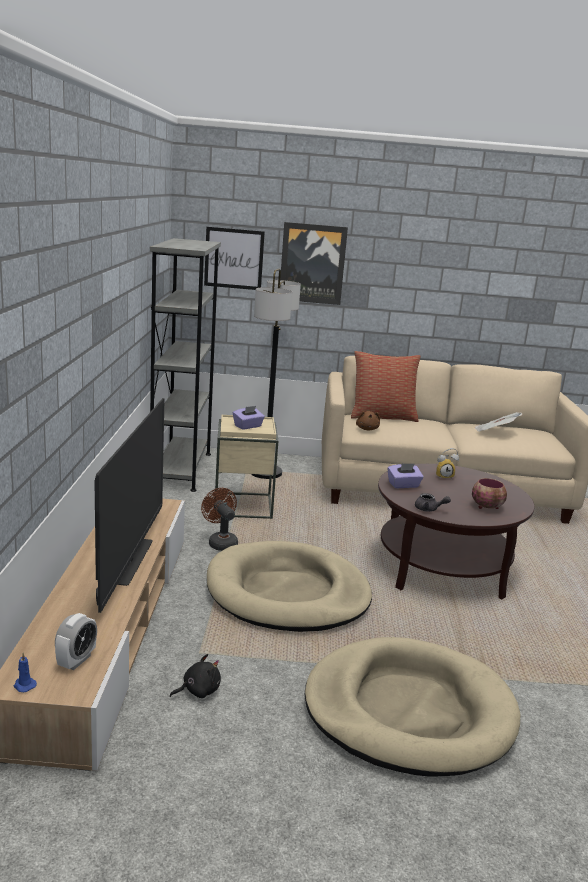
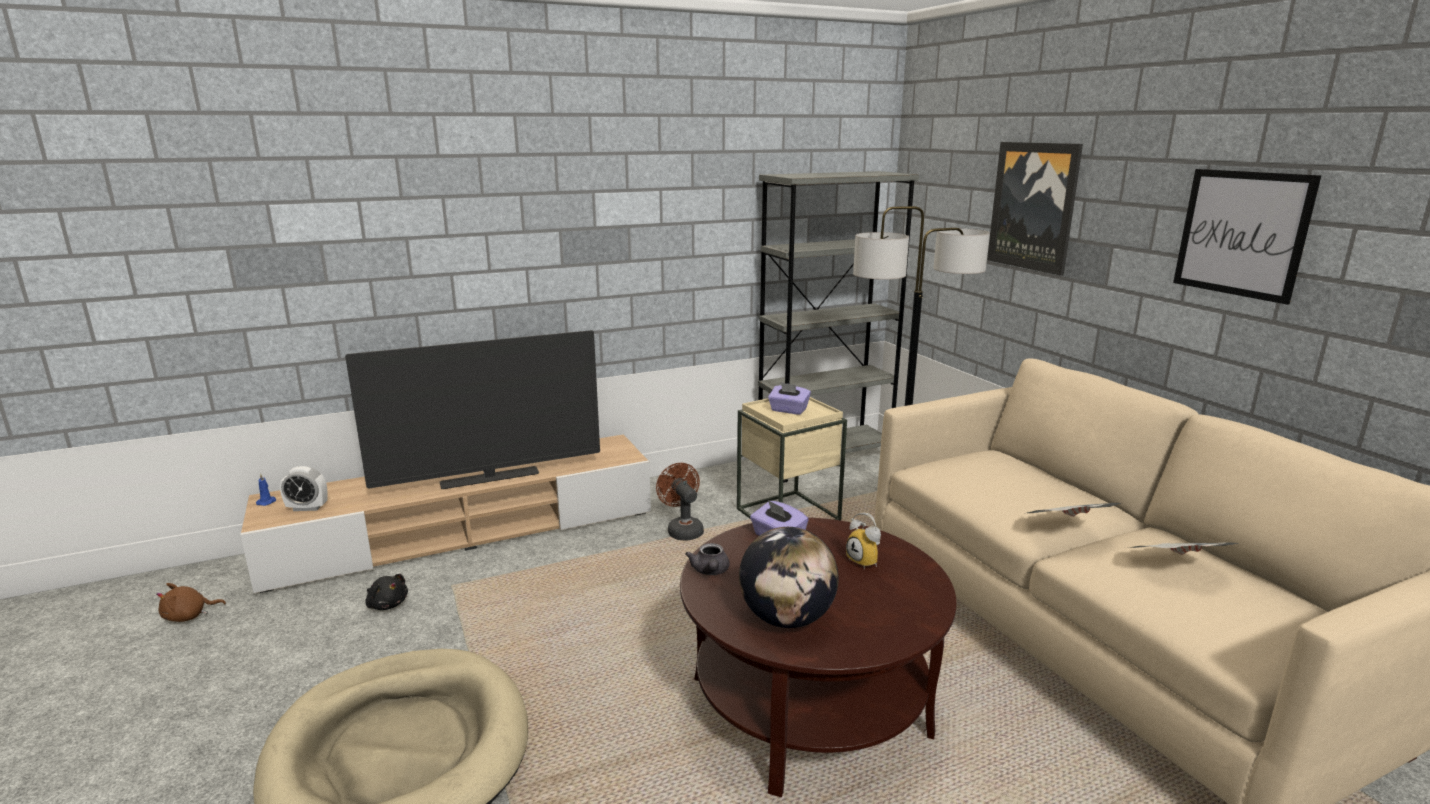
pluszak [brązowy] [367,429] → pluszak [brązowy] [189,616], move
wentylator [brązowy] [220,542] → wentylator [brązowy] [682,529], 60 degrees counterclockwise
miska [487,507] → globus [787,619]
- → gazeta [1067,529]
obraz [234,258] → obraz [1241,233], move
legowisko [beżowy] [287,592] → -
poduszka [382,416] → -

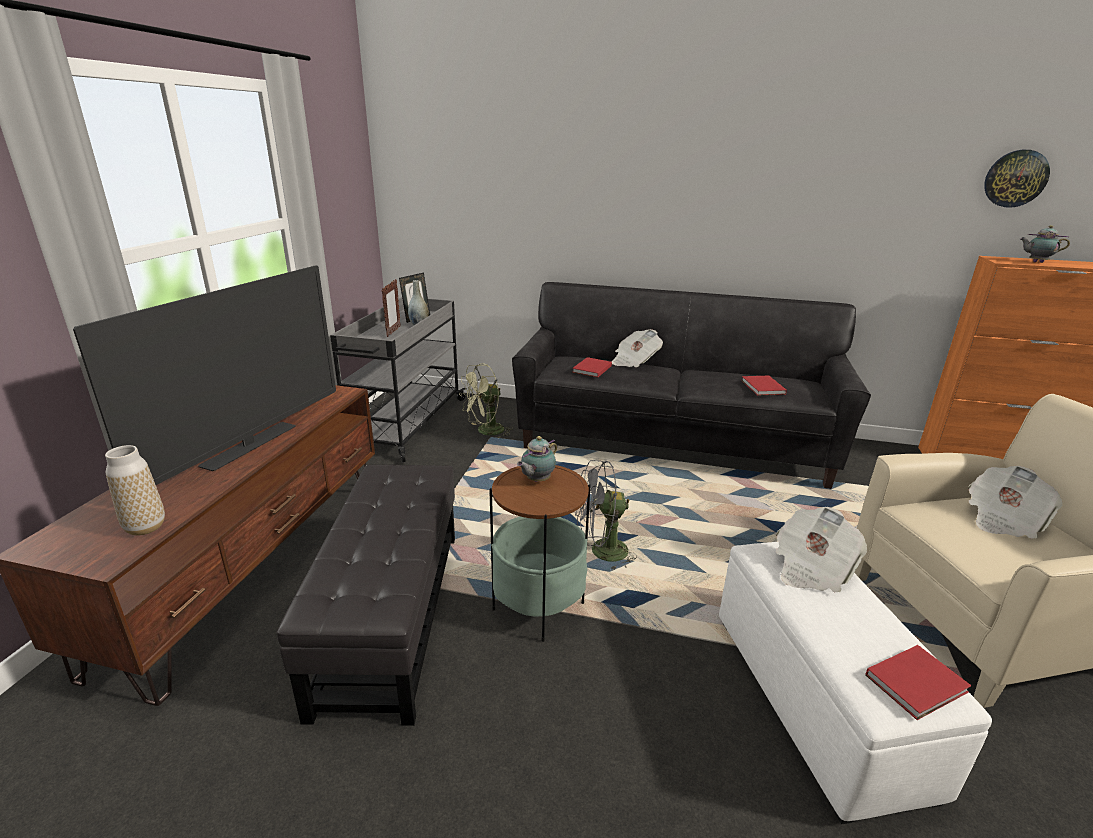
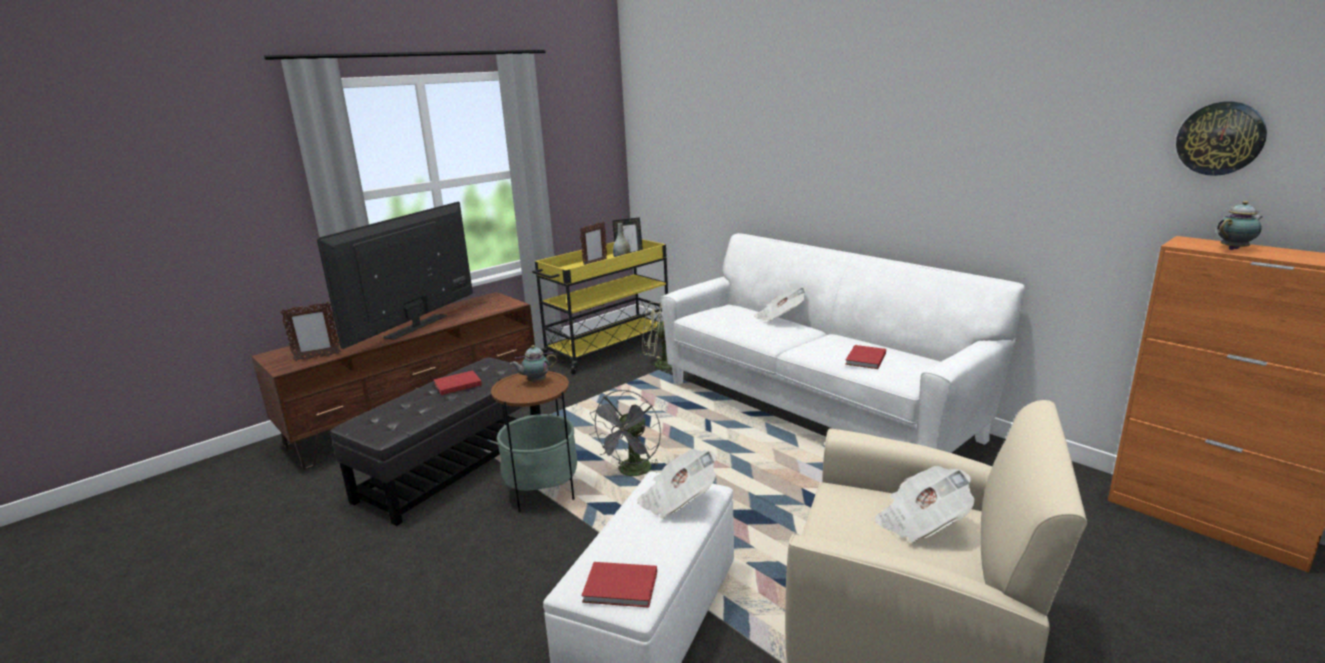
wazon [145,527] → ramka na zdjęcie [317,357]
telewizor [250,446] → telewizor [416,327], 150 degrees clockwise
książka [czerwony] [591,369] → książka [czerwony] [456,384], move
wózek [szary] [406,425] → wózek [żółty] [608,348]
wentylator [szary] [601,552] → wentylator [szary] [632,472], 90 degrees counterclockwise
kanapa [czarny] [672,443] → kanapa [biały] [815,409]
imbryk [1036,262] → imbryk [1235,249], 105 degrees clockwise

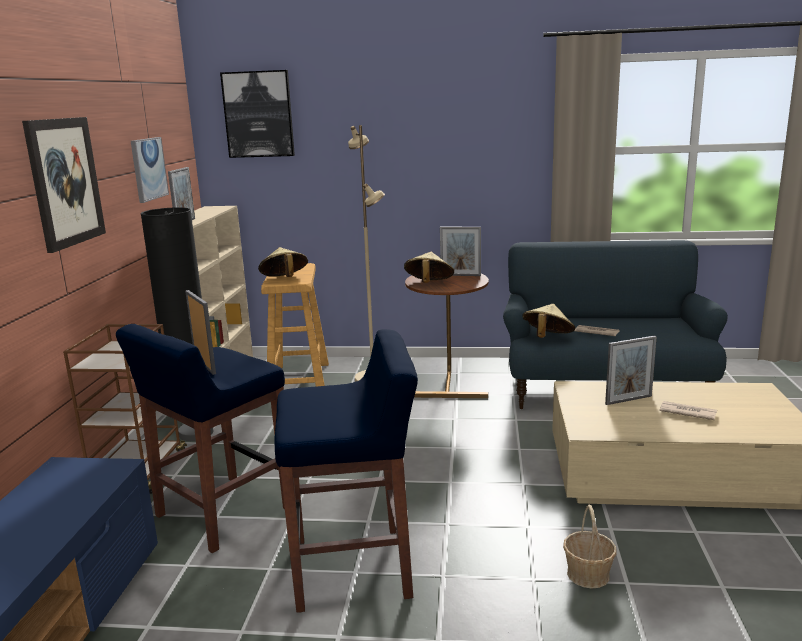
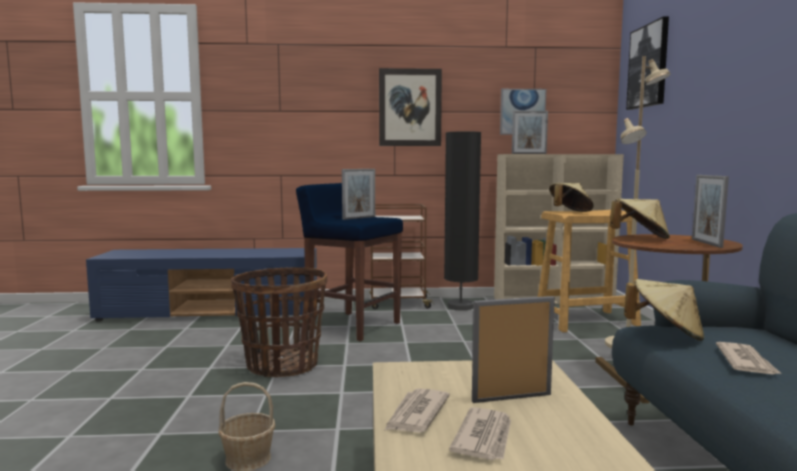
stołek [niebieski] [354,568] → koszyk [282,365]
- → gazeta [416,414]
ramka na zdjęcie [628,400] → ramka na zdjęcie [511,398], 105 degrees clockwise

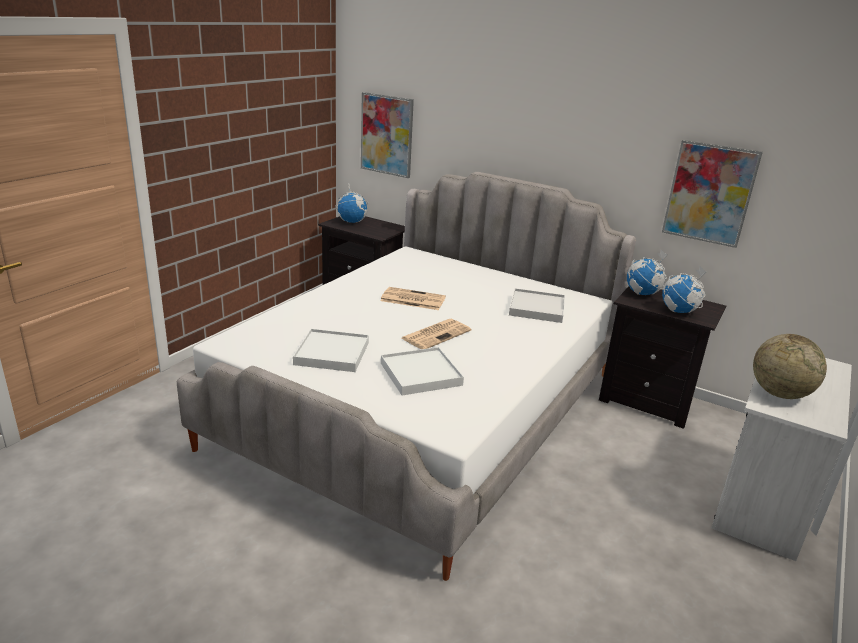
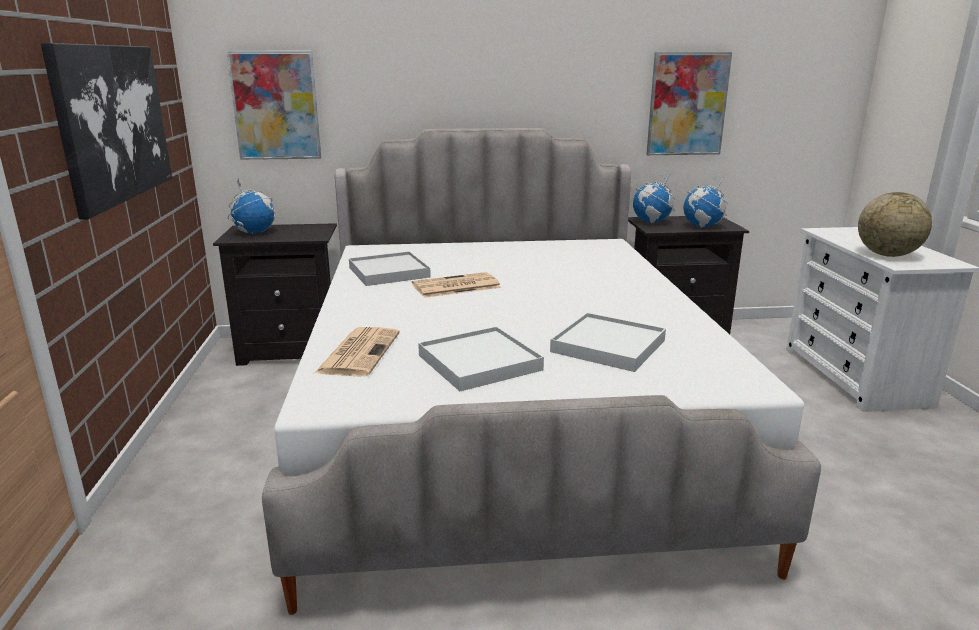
- → obraz [114,123]
gazeta [436,334] → gazeta [359,352], move
taca [biały] [536,308] → taca [biały] [388,272], move

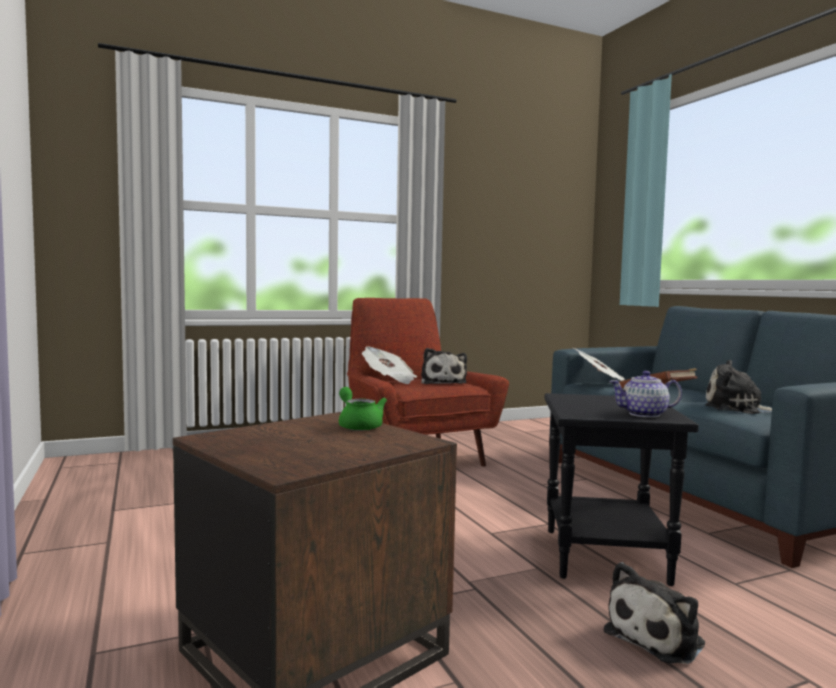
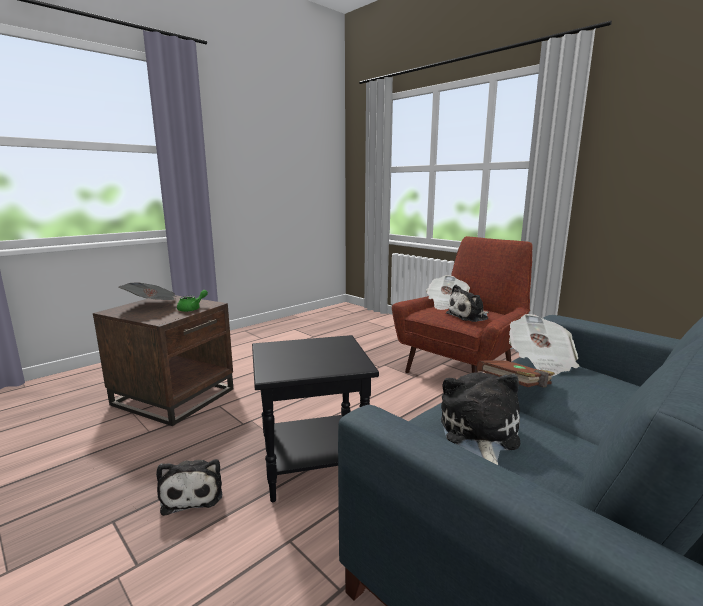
- → gazeta [153,306]
pluszak [658,637] → pluszak [192,493], 135 degrees counterclockwise
imbryk [645,414] → -

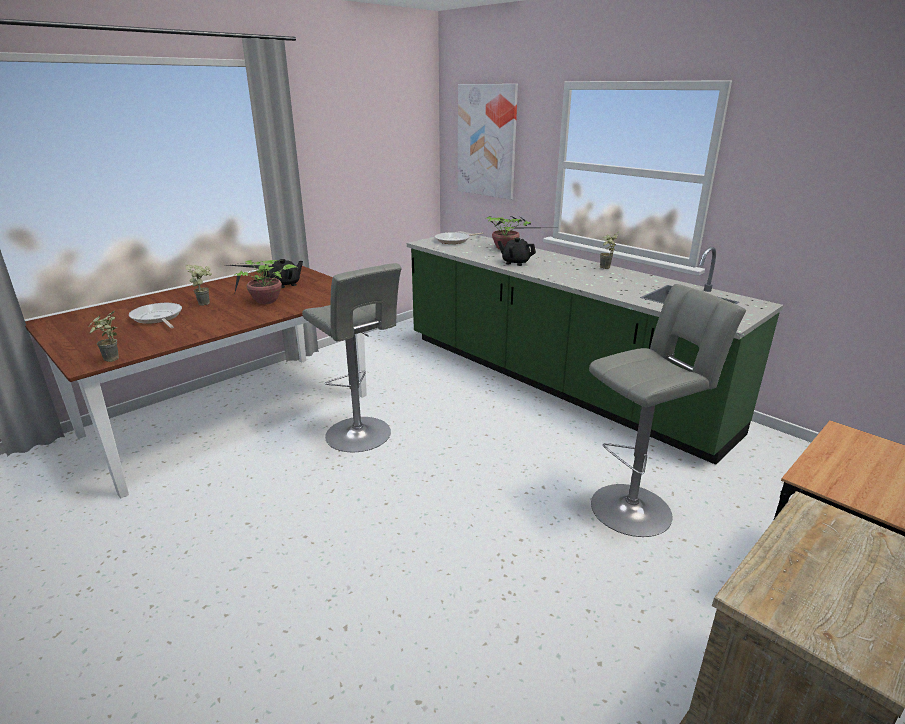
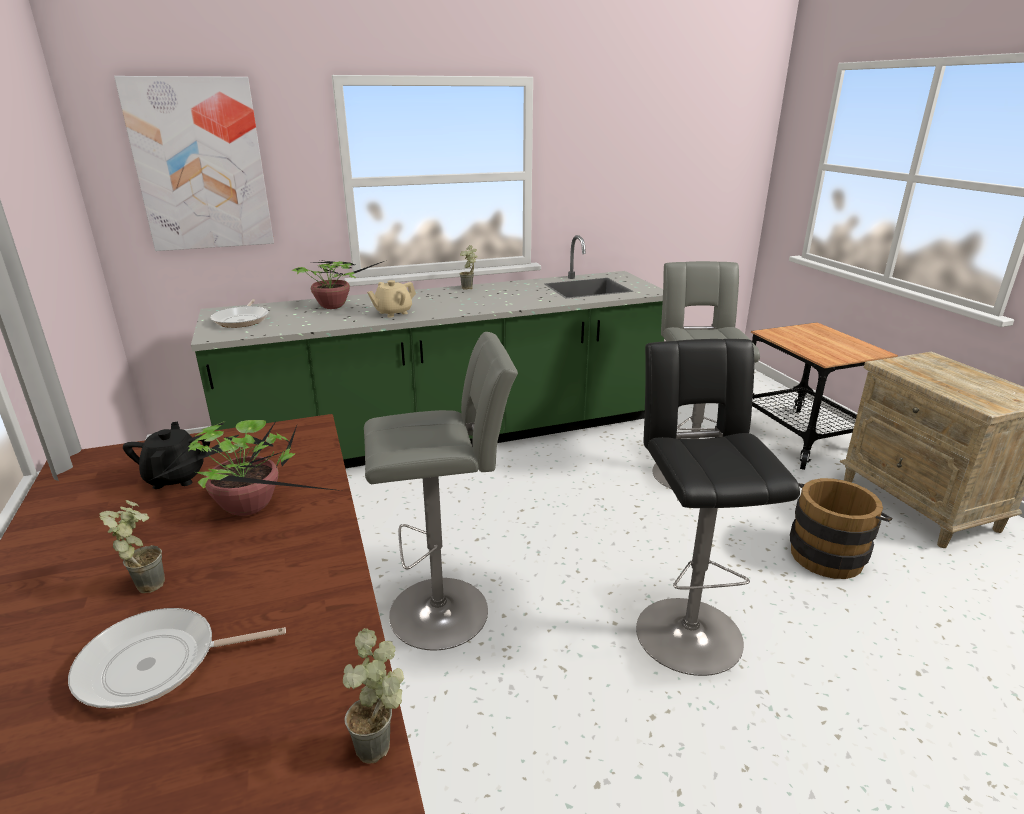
imbryk [czarny] [515,262] → imbryk [beżowy] [393,313]
- → stołek [czarny] [685,628]
- → wiadro [brązowy] [829,553]

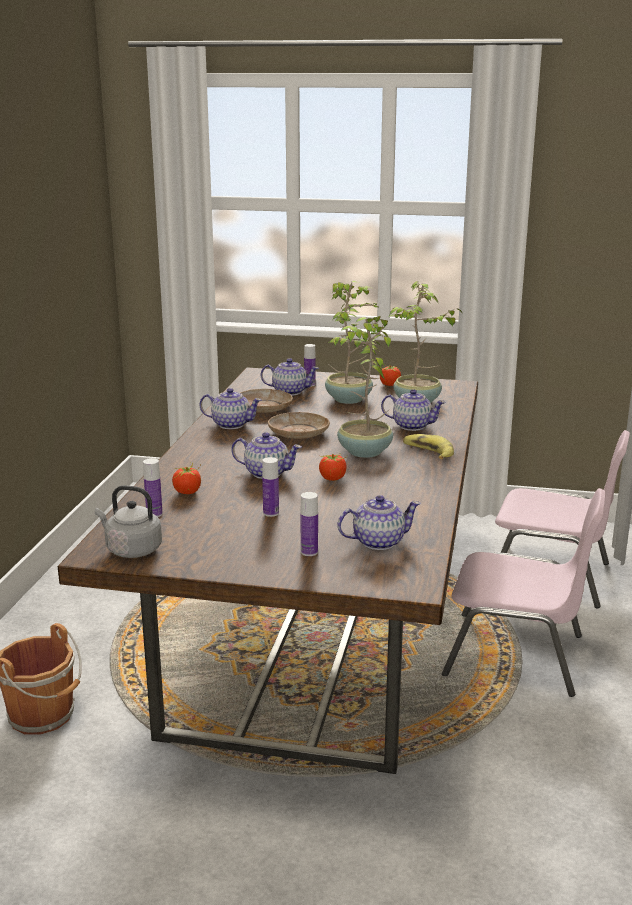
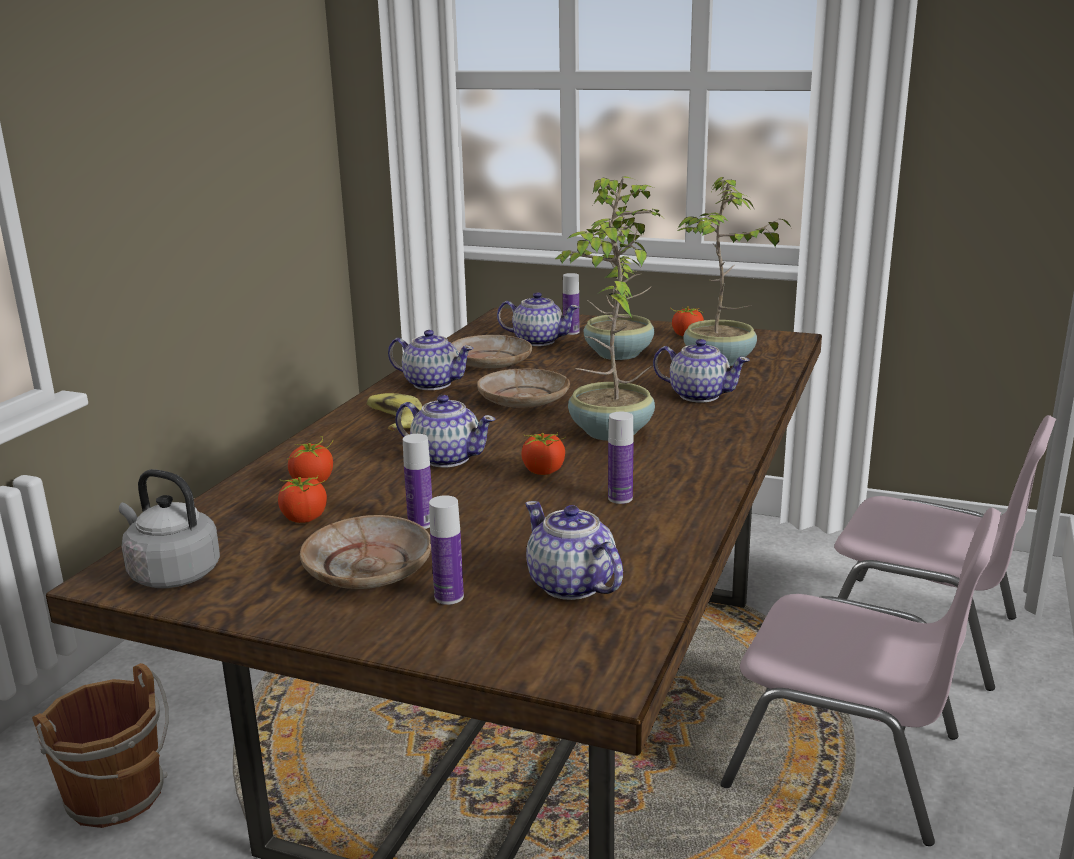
- → pomidor [305,518]
- → talerz [beżowy] [369,568]
banan [428,452] → banan [393,421], move
imbryk [377,542] → imbryk [571,585], 120 degrees counterclockwise
butelka [154,514] → butelka [620,498], move

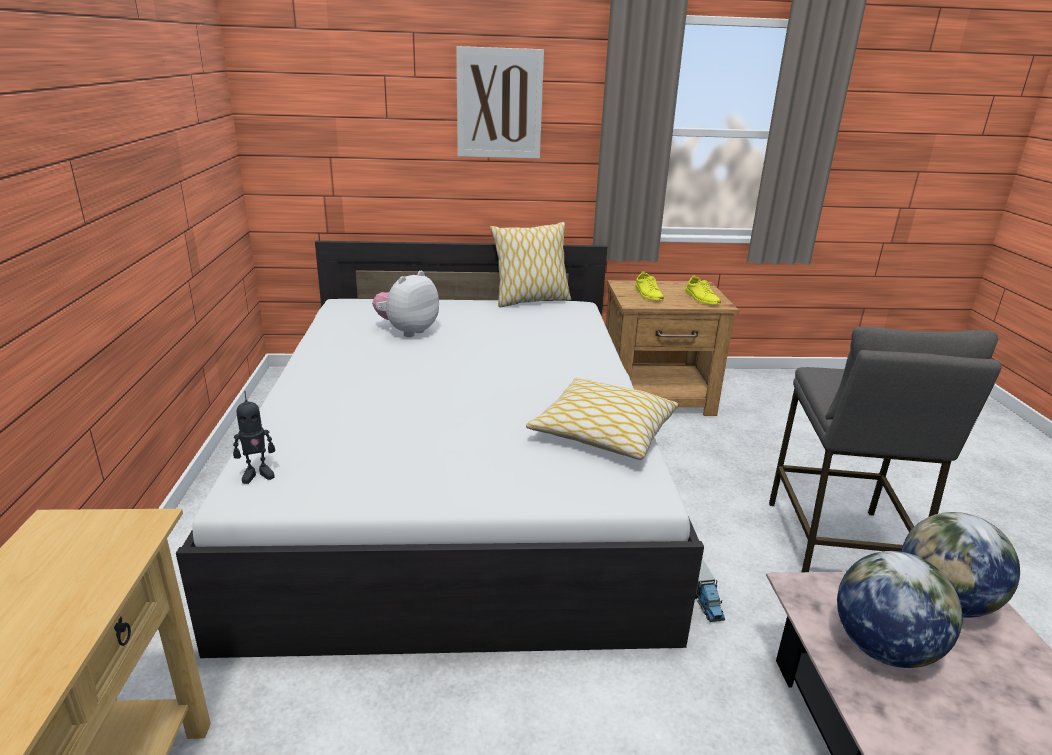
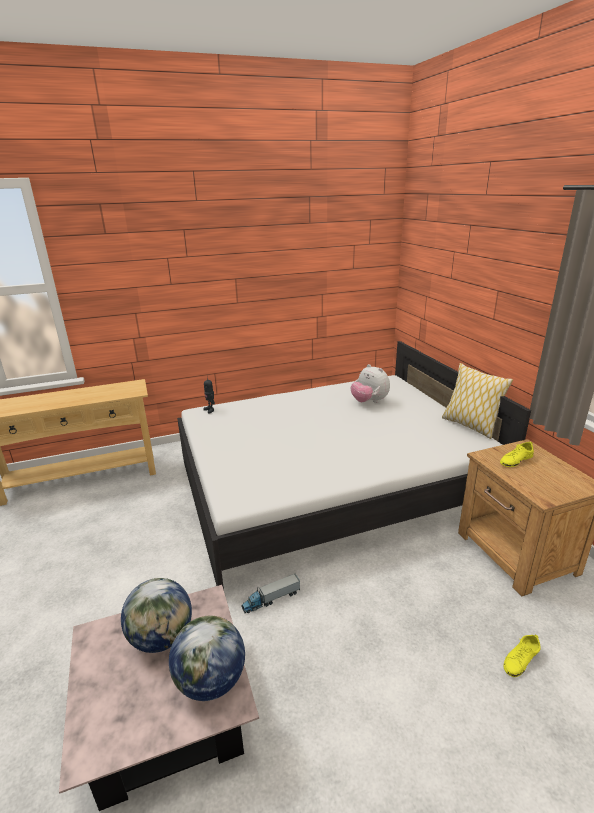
pluszak [407,331] → pluszak [369,402], 150 degrees counterclockwise
but [żółty] [701,299] → but [żółty] [520,659], move
obraz [499,104] → -
poduszka [603,432] → -
stołek [szary] [836,547] → -

